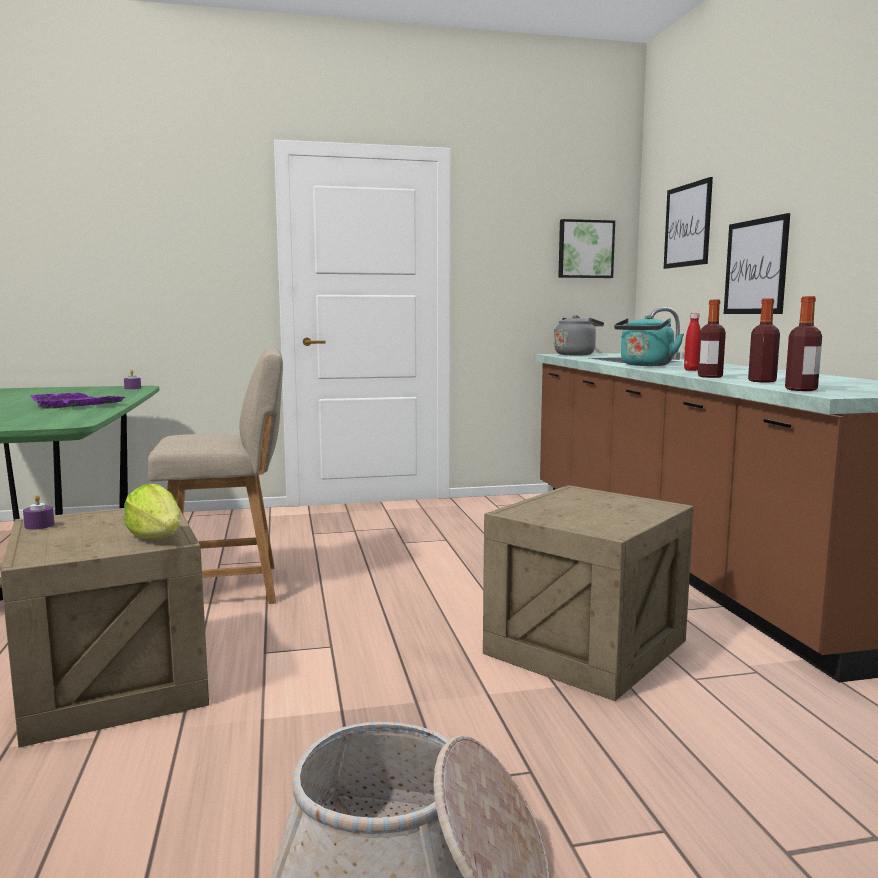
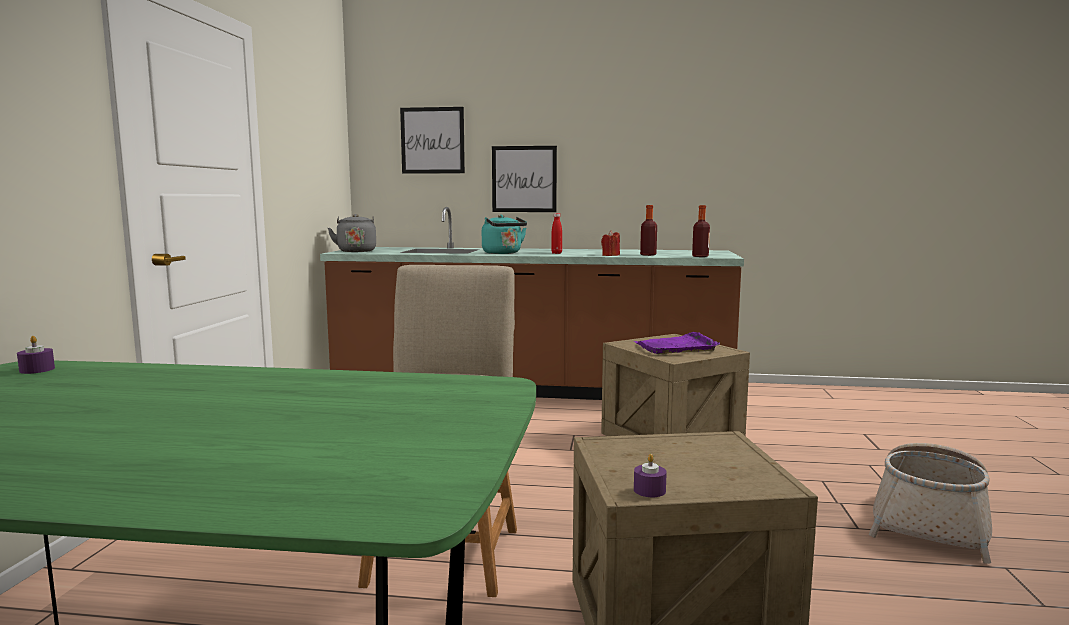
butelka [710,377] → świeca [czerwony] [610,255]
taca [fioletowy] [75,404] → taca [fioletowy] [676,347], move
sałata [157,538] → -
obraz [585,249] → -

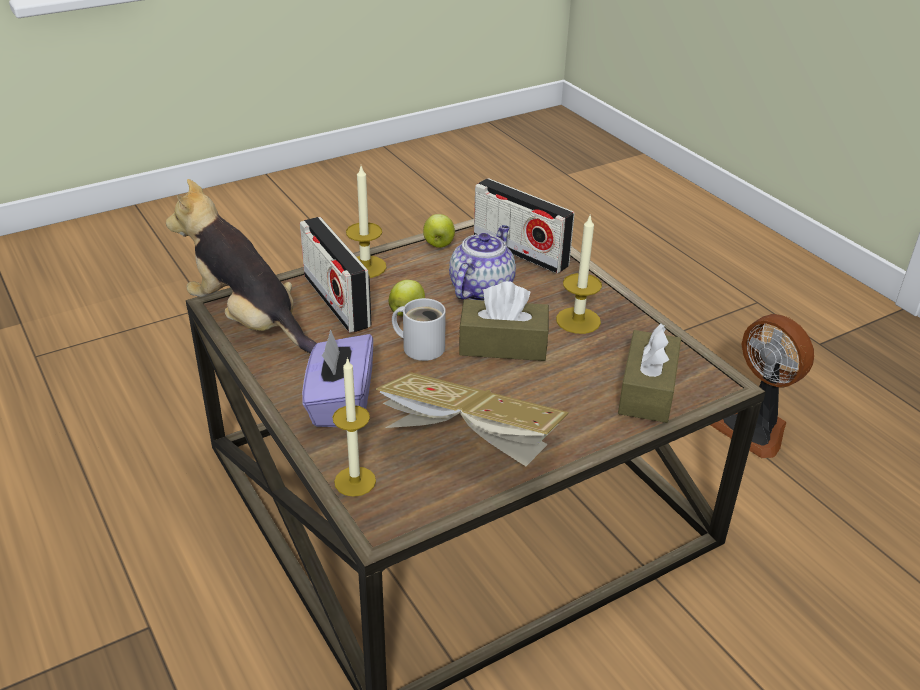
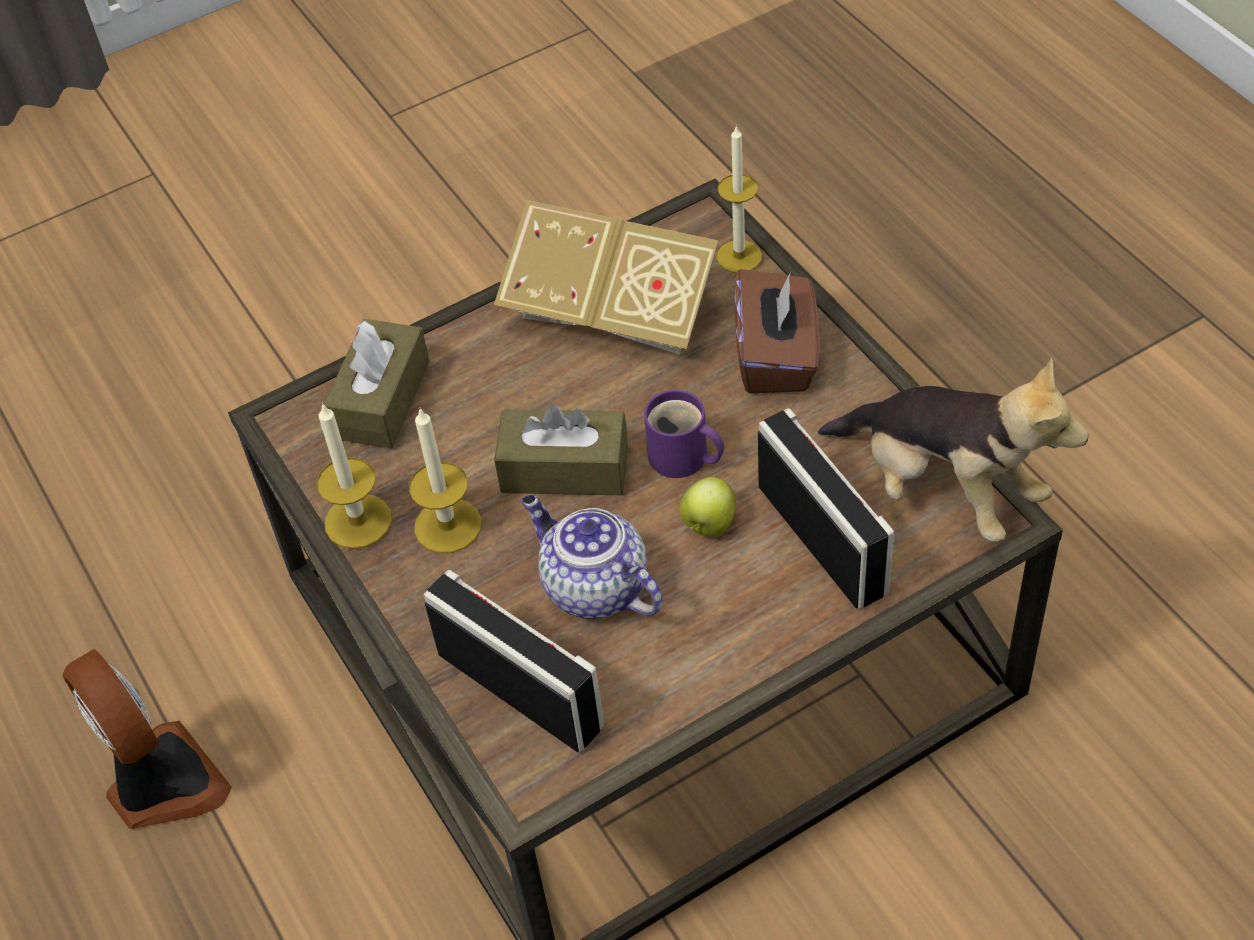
świeca [365,267] → świeca [358,521], move
imbryk [481,289] → imbryk [592,587], 105 degrees clockwise
kubek [biały] [421,346] → kubek [fioletowy] [682,459]
pudełko chusteczek [fioletowy] [340,403] → pudełko chusteczek [brązowy] [776,357]
jabłko [438,244] → -

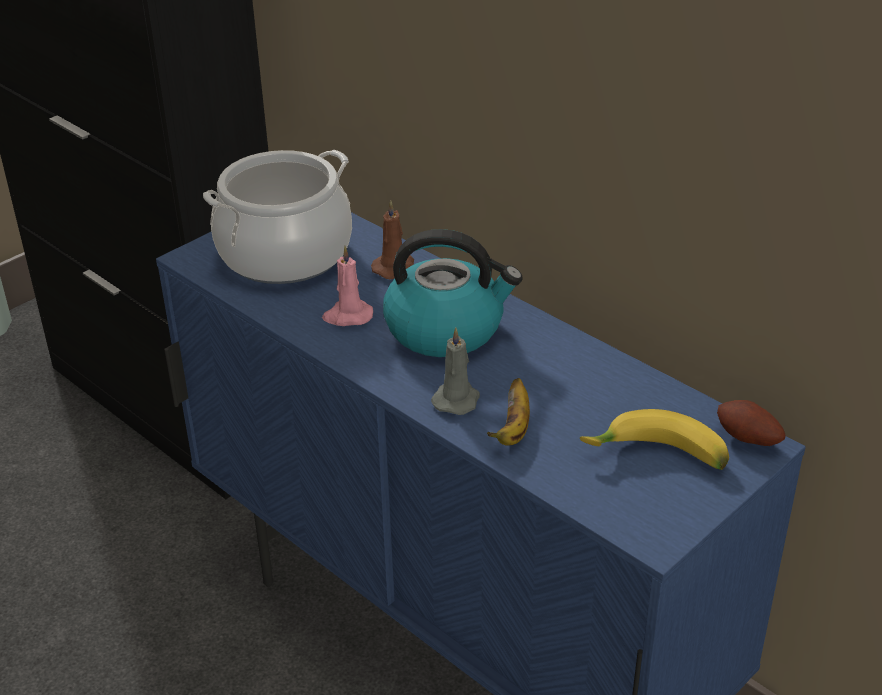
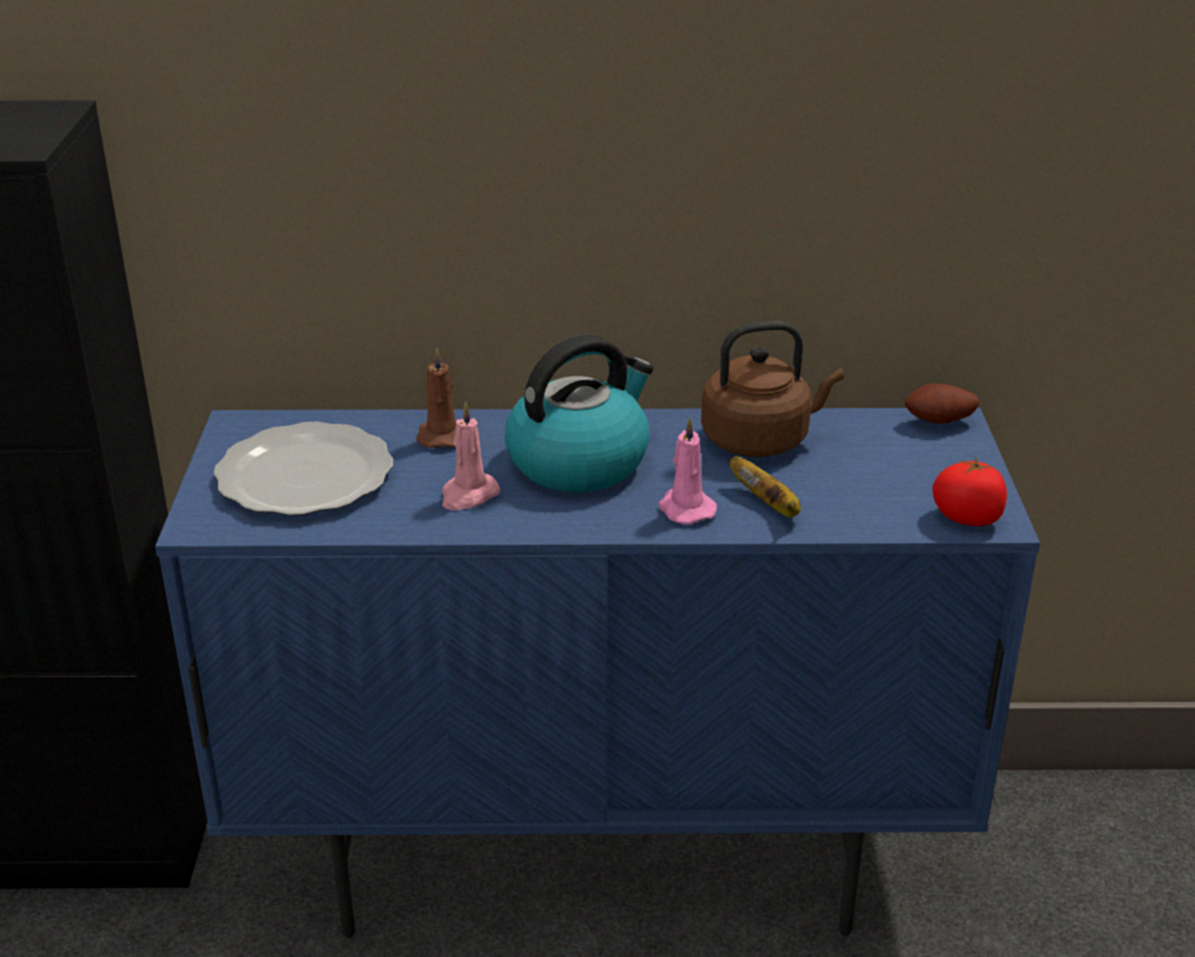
garnek [284,254] → talerz [304,474]
świeca [szary] [457,399] → świeca [różowy] [685,508]
- → czajnik [brązowy] [761,440]
- → pomidor [967,517]
banan [657,458] → -

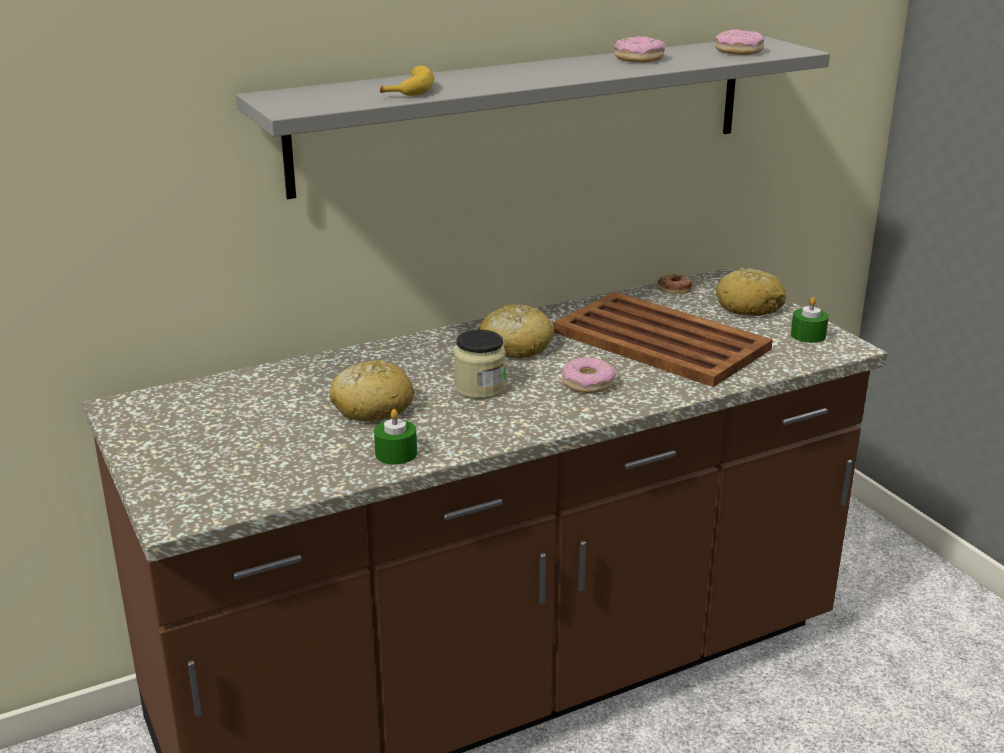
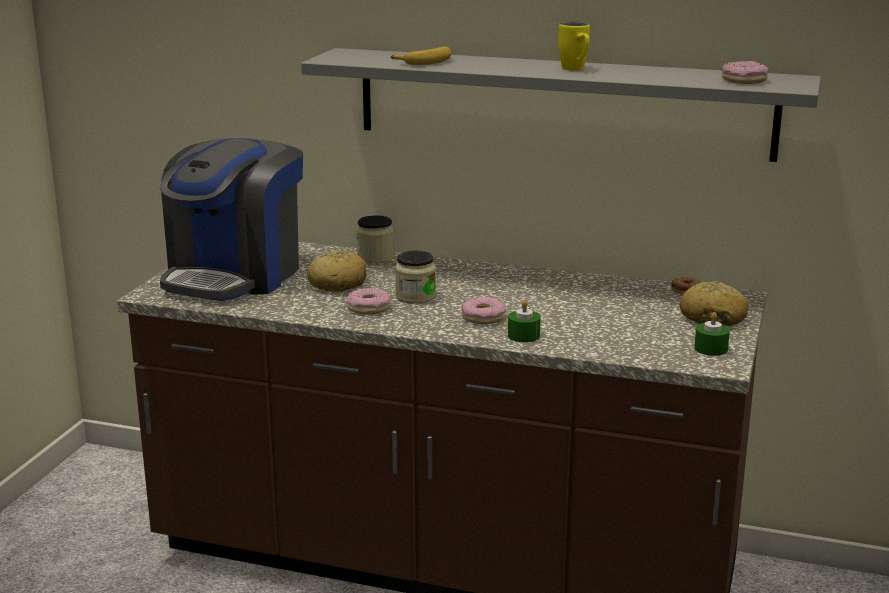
- → ekspres do kawy [235,275]
donut [639,58] → donut [368,308], move
- → słoik [375,257]
świeca [zielony] [396,453] → świeca [zielony] [523,336], move
- → kubek [żółty] [576,70]
chleb [515,347] → -
taca [brązowy] [658,339] → -

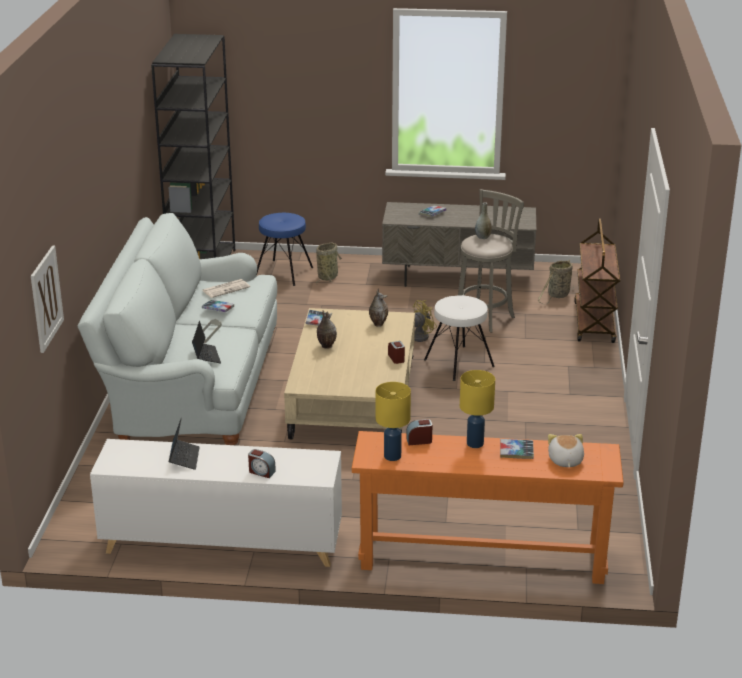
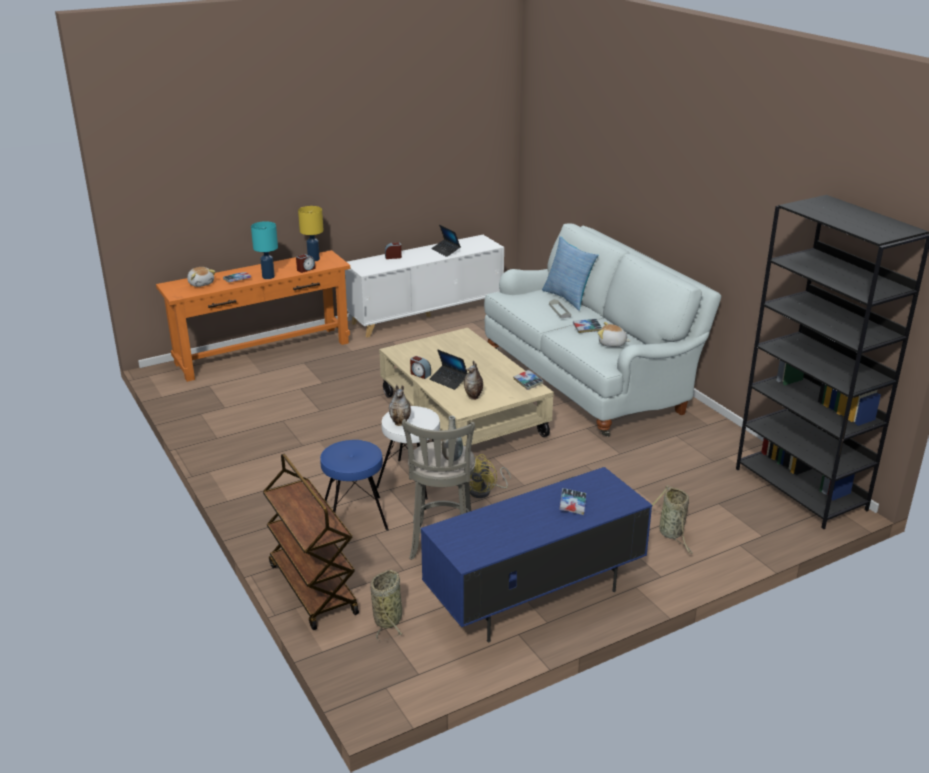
lampa stołowa [żółty] [474,443] → lampa stołowa [turkusowy] [268,277]
stołek [niebieski] [284,273] → stołek [niebieski] [354,516], move
wazon [326,346] → wazon [401,423], move
szafka pod telewizor [szary] [458,278] → szafka pod telewizor [niebieski] [534,597]
laptop [206,356] → laptop [449,380], move
- → poduszka [568,298]
gazeta [226,289] → pluszak [612,344]
obraz [46,298] → -

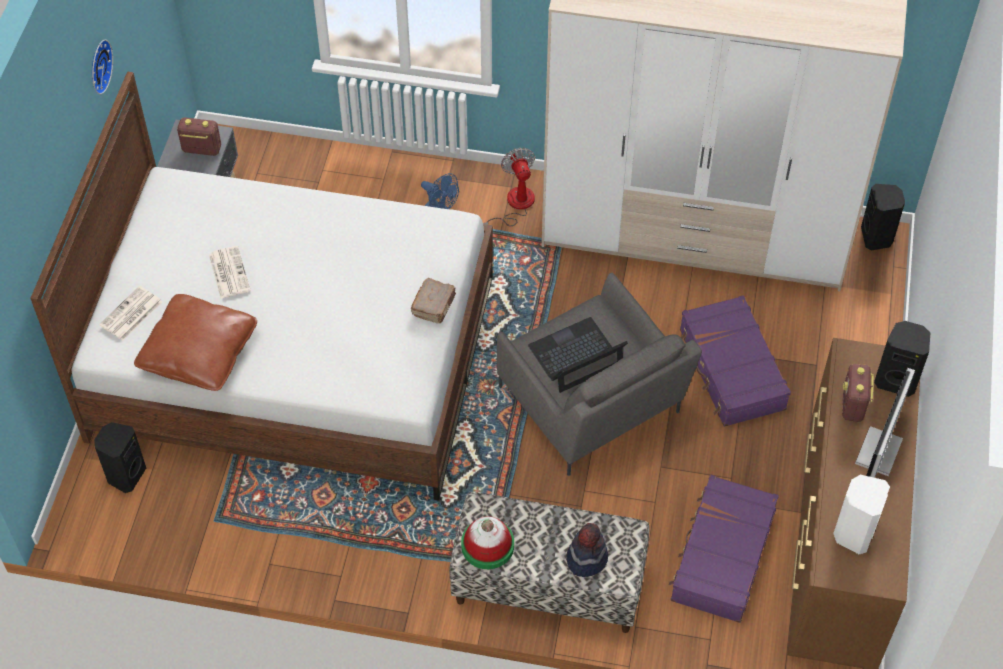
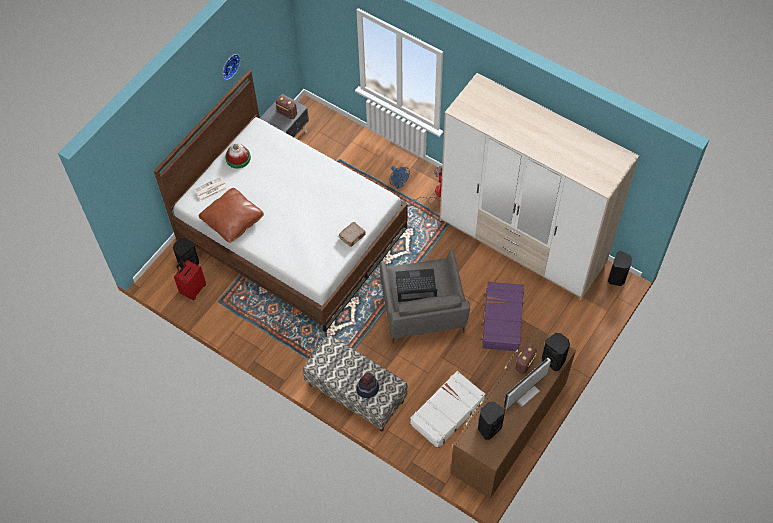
- → walizka [czerwony] [193,289]
kapelusz [487,545] → kapelusz [238,158], move
walizka [fioletowy] [721,556] → walizka [biały] [446,412]
głośnik [biały] [853,533] → głośnik [czarny] [488,428]
gazeta [228,272] → -

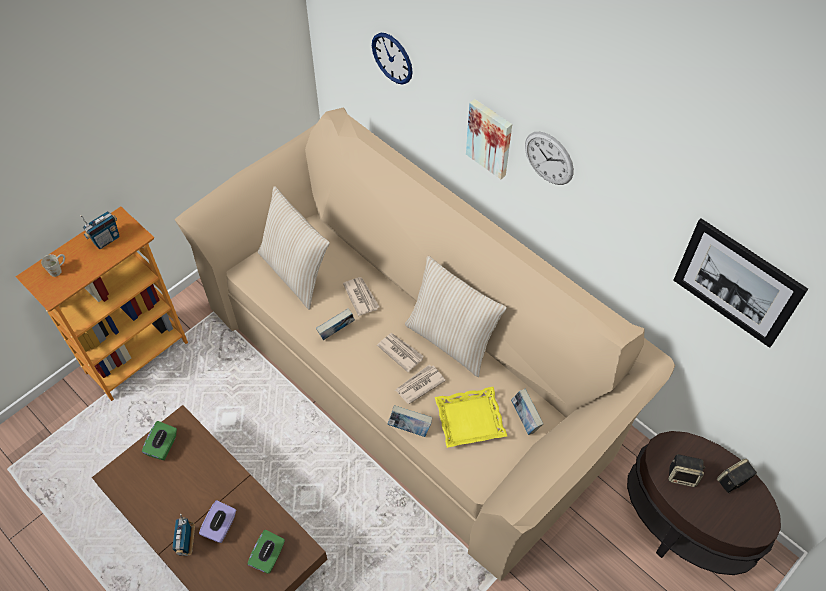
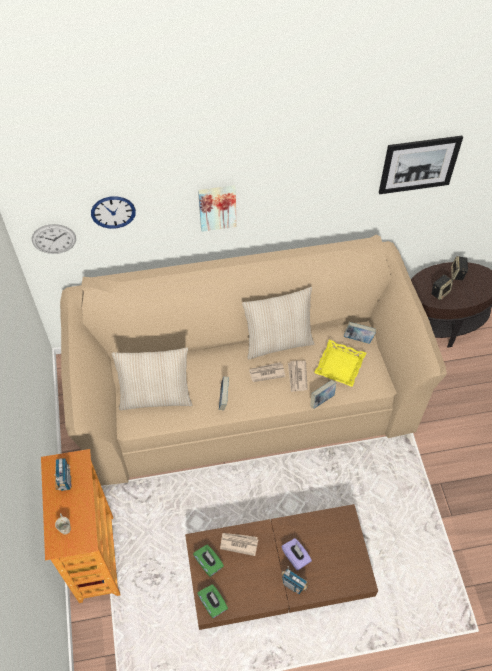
zegar ścienny [549,158] → zegar ścienny [54,239], move
pudełko chusteczek [zielony] [268,556] → pudełko chusteczek [zielony] [213,604], move
gazeta [361,296] → gazeta [238,543], move

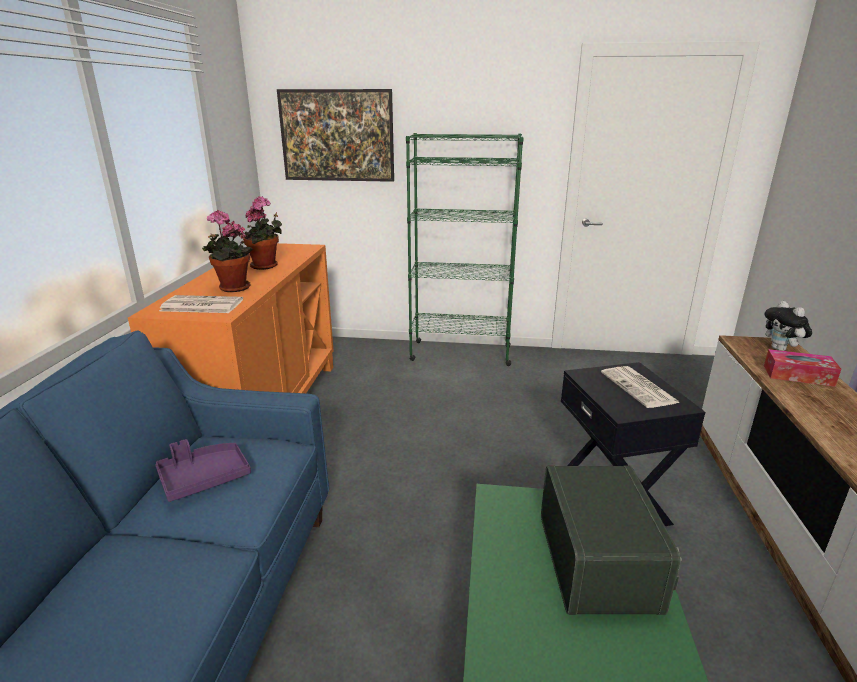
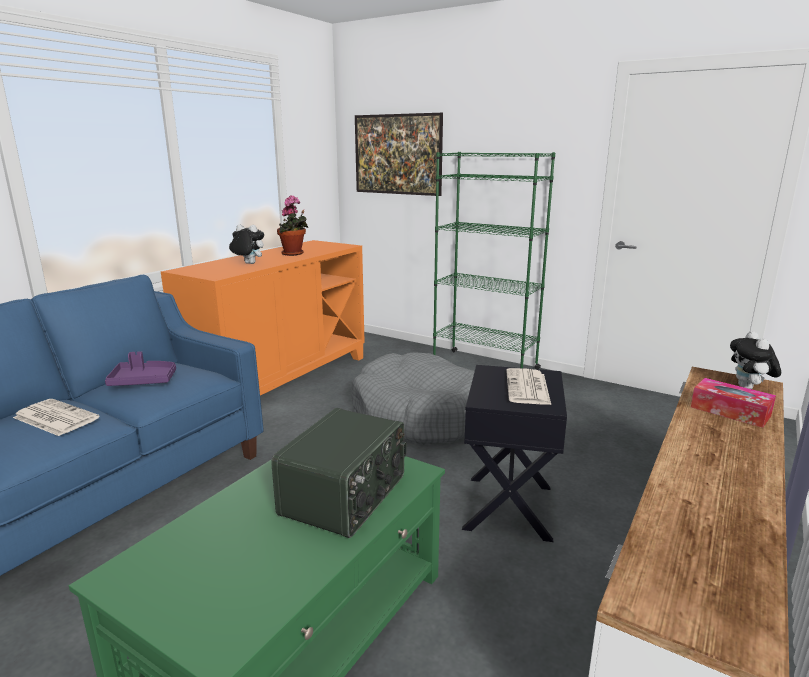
gazeta [200,305] → gazeta [54,418], move
roślina doniczkowa [232,289] → pluszak [248,264]
- → legowisko [szary] [417,414]

